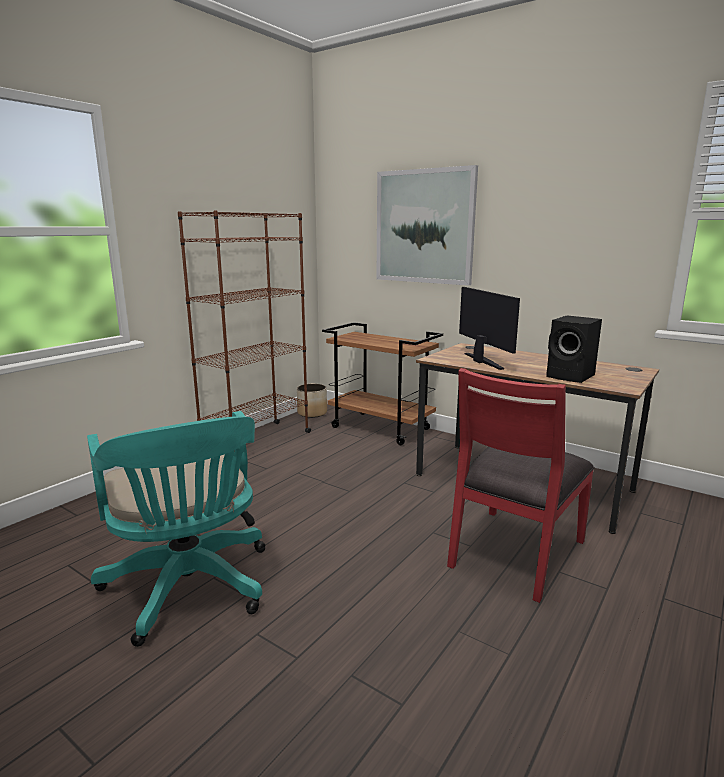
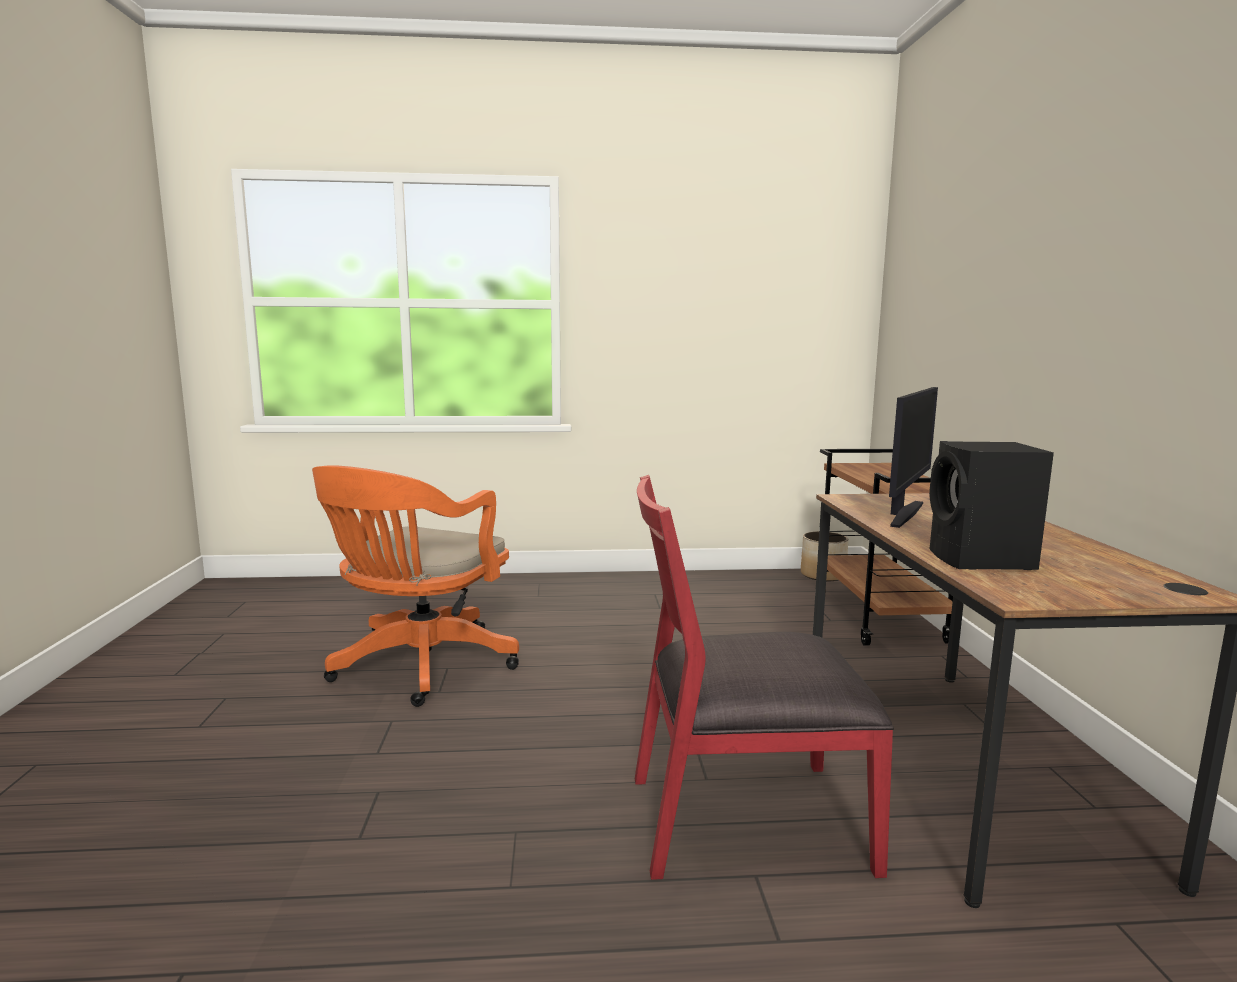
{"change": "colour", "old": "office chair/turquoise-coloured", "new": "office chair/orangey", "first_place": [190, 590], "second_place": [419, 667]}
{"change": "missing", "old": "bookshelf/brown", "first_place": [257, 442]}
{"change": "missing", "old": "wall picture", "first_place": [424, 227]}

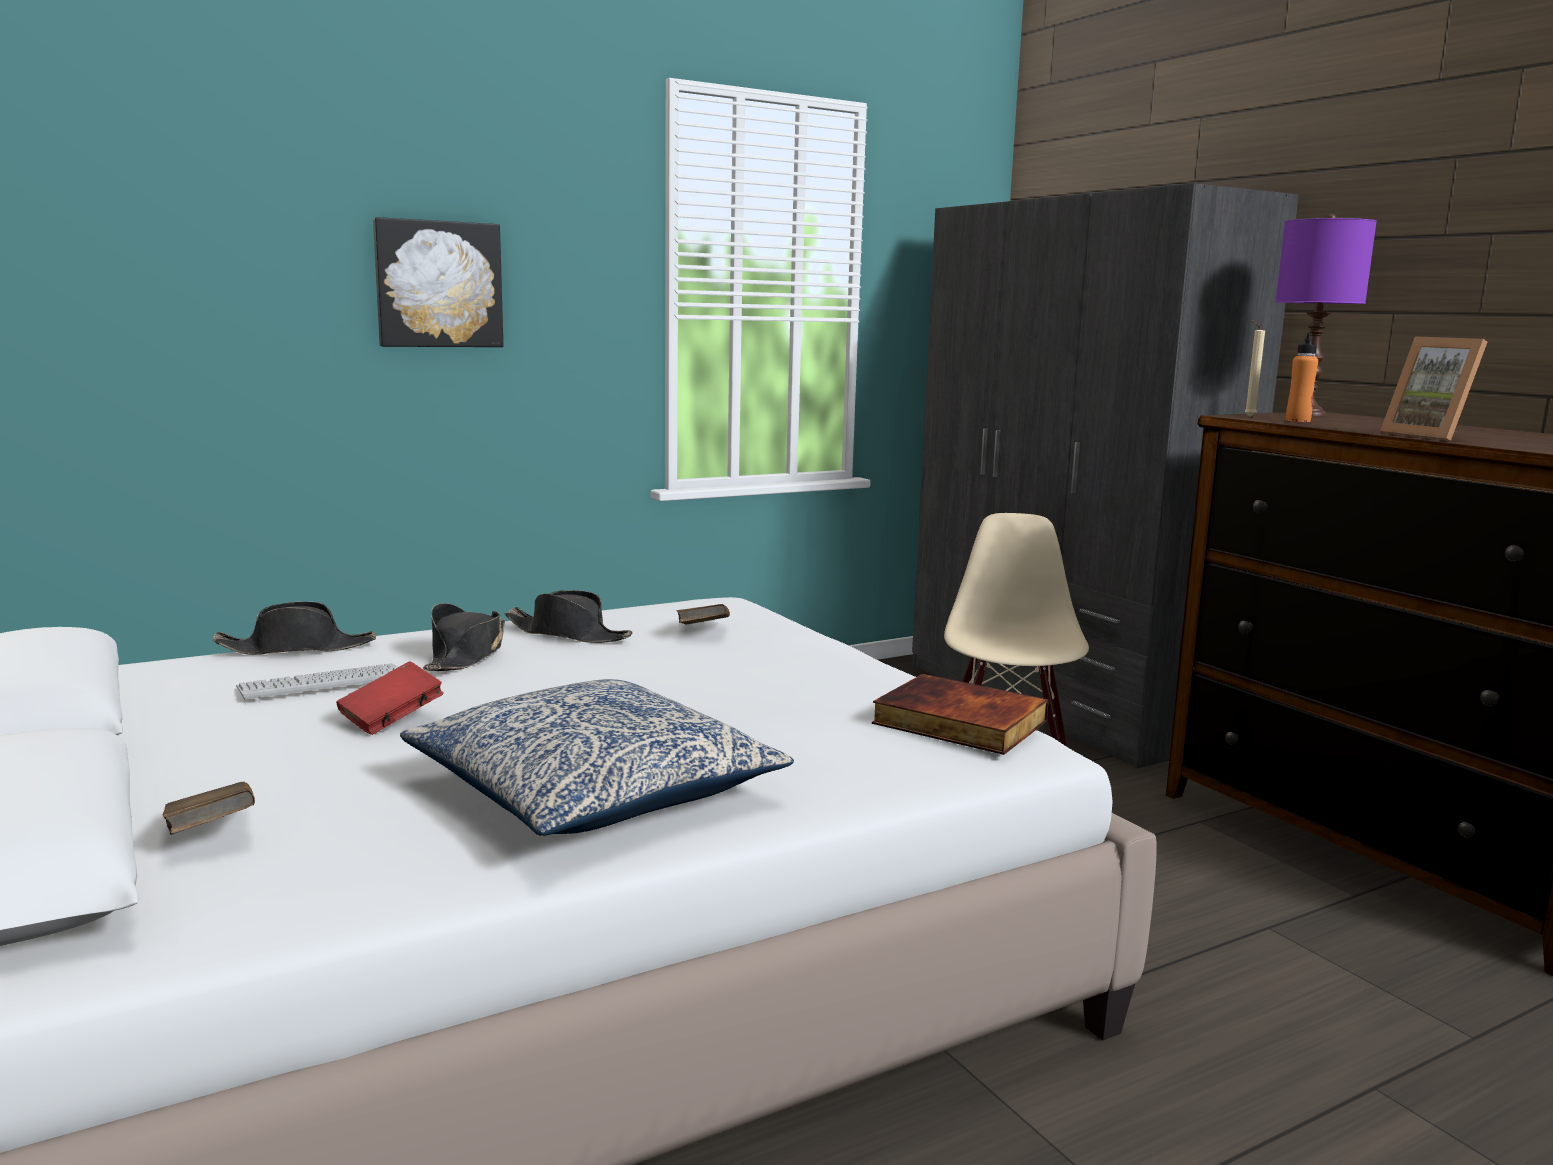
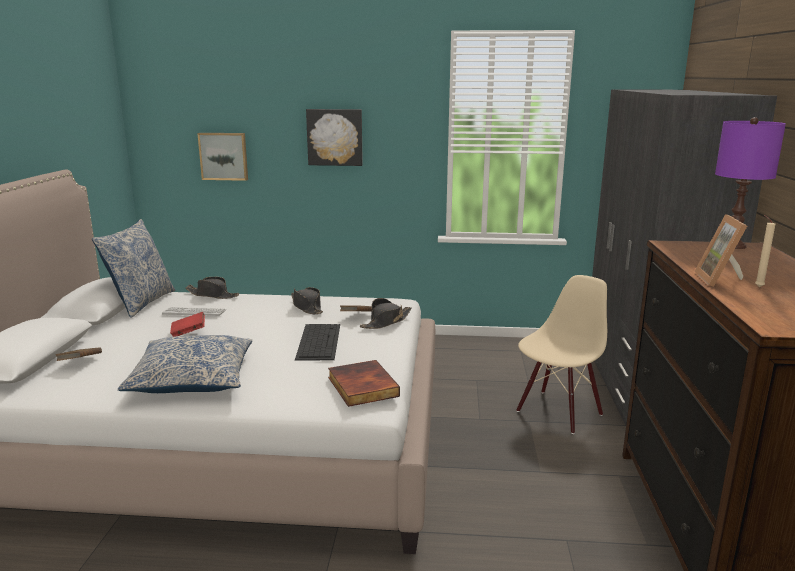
{"change": "appeared", "new": "pillow", "second_place": [141, 303]}
{"change": "appeared", "new": "wall picture", "second_place": [224, 156]}
{"change": "appeared", "new": "computer keyboard", "second_place": [318, 341]}
{"change": "relocated", "old": "clothing hat/black", "first_place": [466, 655], "second_place": [386, 322]}
{"change": "relocated", "old": "wax candle/sand-coloured", "first_place": [1247, 416], "second_place": [757, 287]}
{"change": "missing", "old": "drink bottle/orangey", "first_place": [1298, 421]}

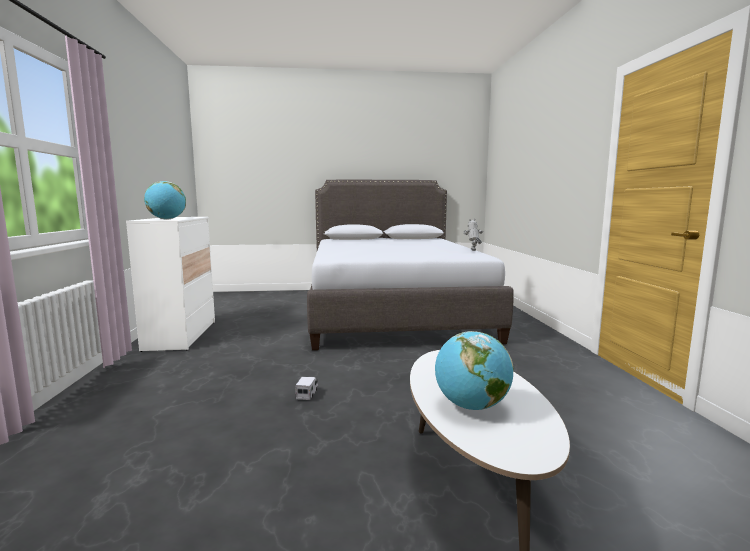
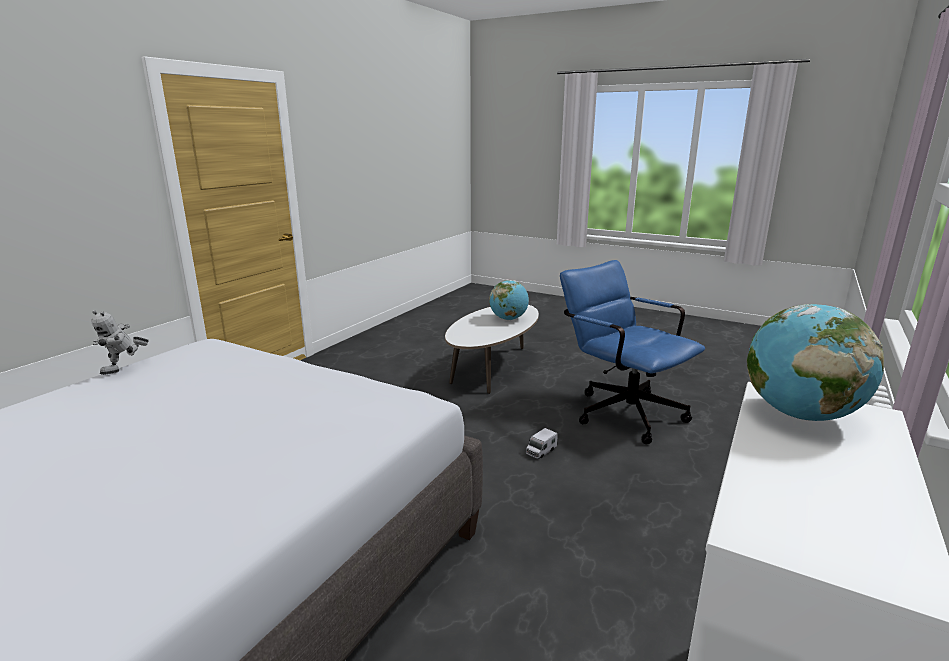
{"change": "appeared", "new": "office chair/blue", "second_place": [621, 410]}

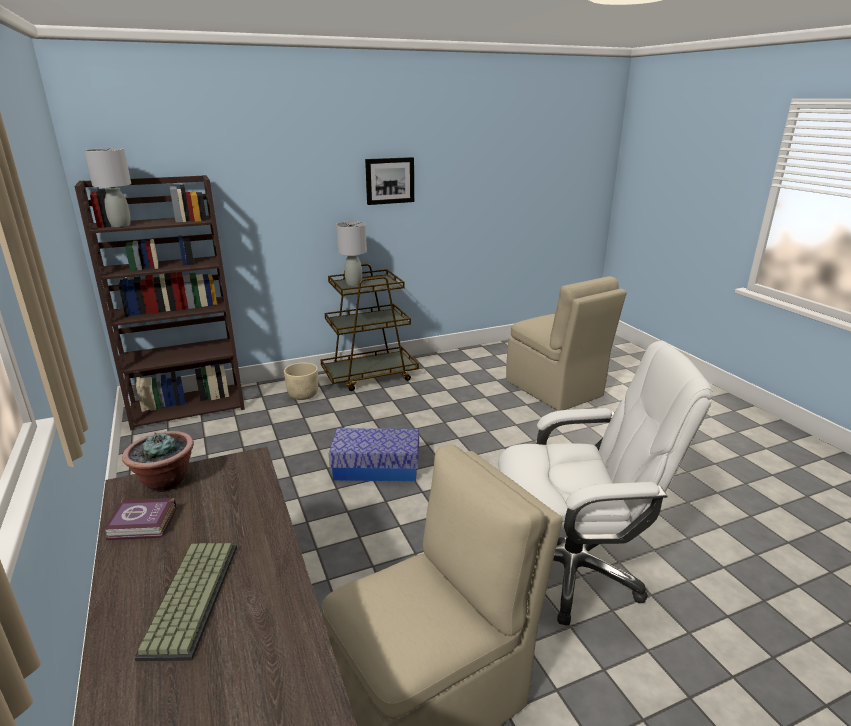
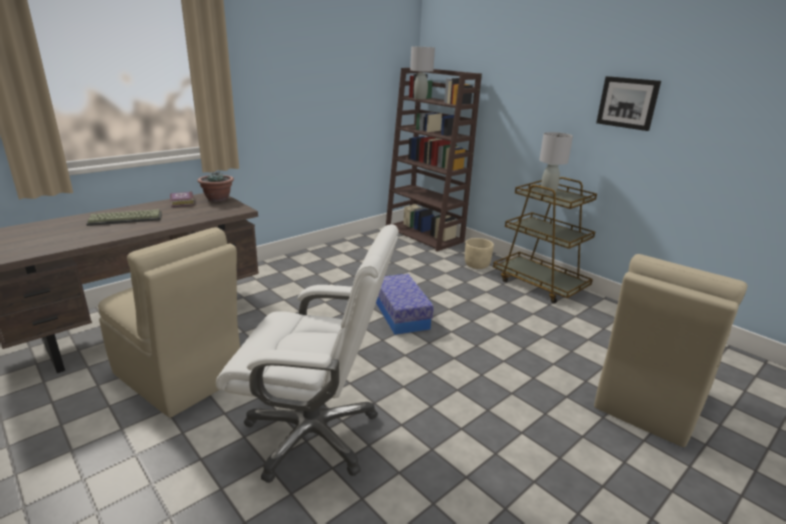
{"change": "spun", "old": "office chair/whitish", "first_place": [572, 568], "second_place": [313, 434], "degrees": -60}

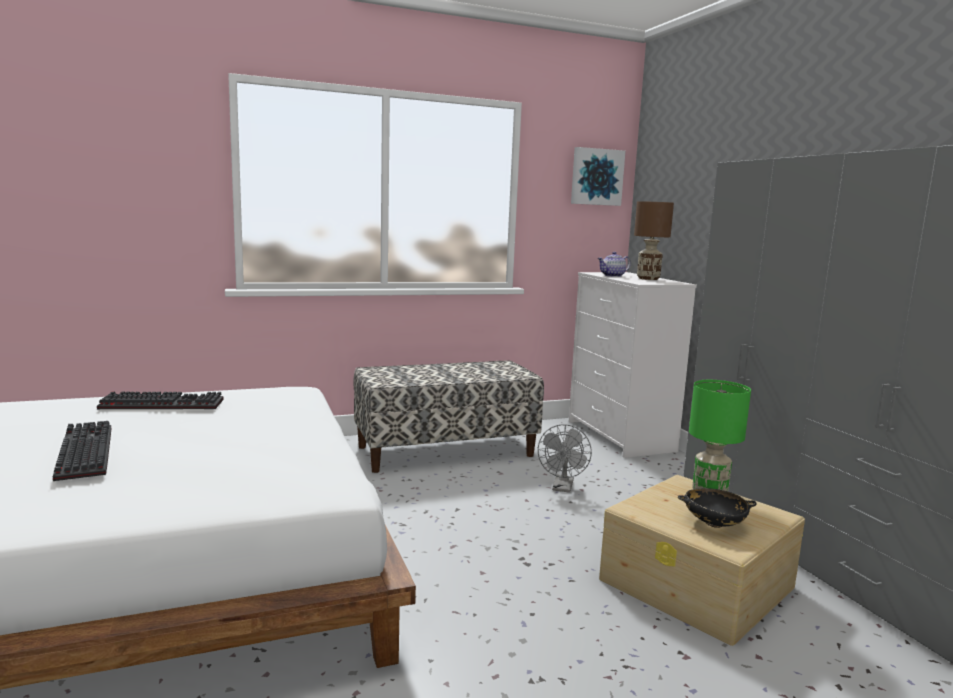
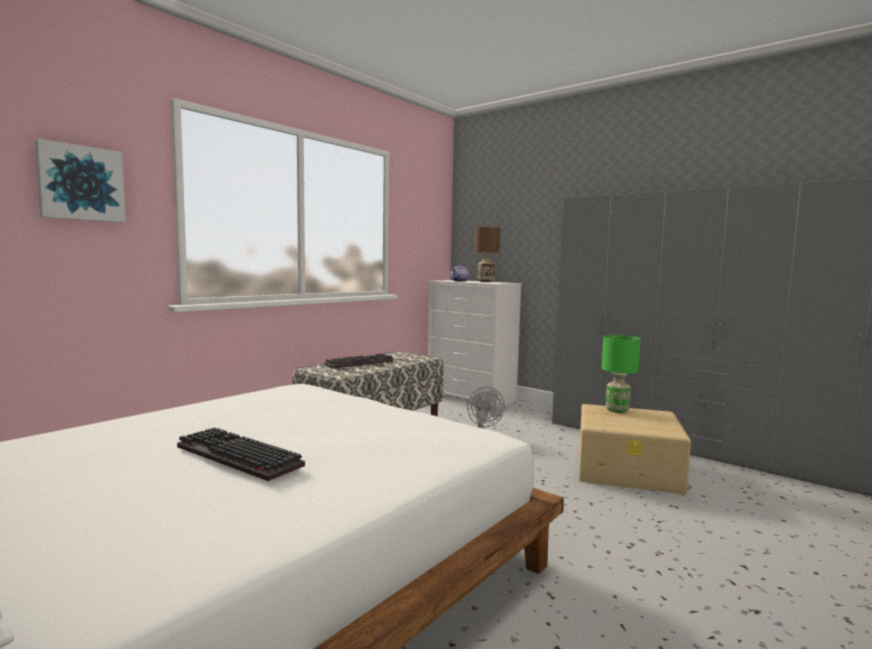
{"change": "relocated", "old": "wall picture", "first_place": [596, 177], "second_place": [81, 183]}
{"change": "relocated", "old": "computer keyboard", "first_place": [165, 404], "second_place": [359, 363]}
{"change": "missing", "old": "serving bowl/black", "first_place": [714, 523]}

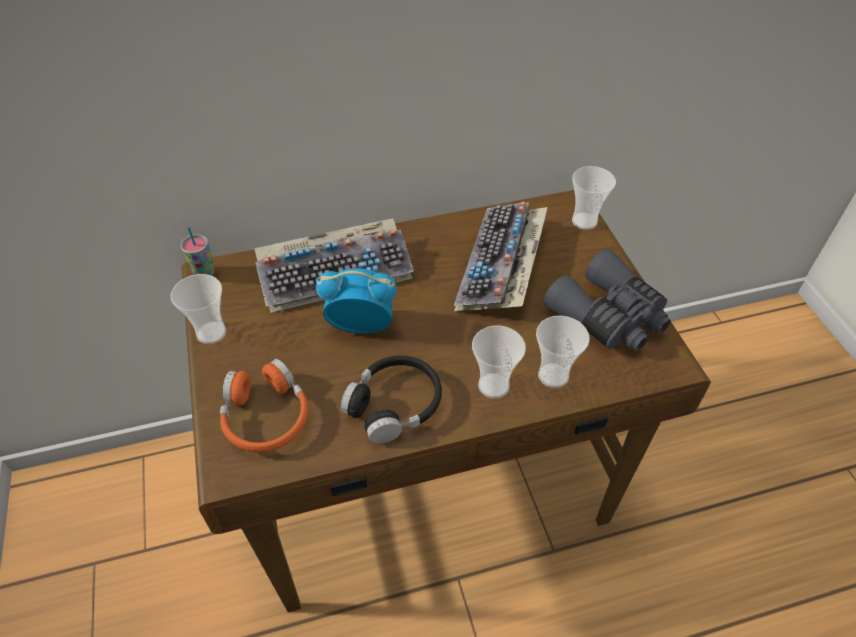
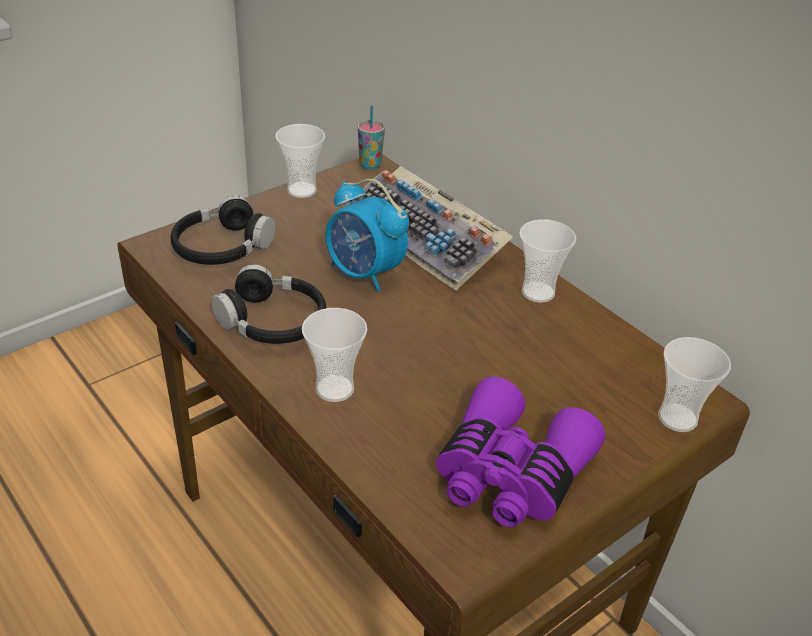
{"change": "colour", "old": "headset/orangey", "new": "headset/black", "first_place": [266, 416], "second_place": [222, 247]}
{"change": "spun", "old": "table clock", "first_place": [361, 325], "second_place": [364, 273], "degrees": 150}
{"change": "colour", "old": "field glasses/greyish", "new": "field glasses/purple", "first_place": [609, 316], "second_place": [509, 474]}
{"change": "relocated", "old": "small cup", "first_place": [553, 375], "second_place": [538, 292]}
{"change": "missing", "old": "computer keyboard", "first_place": [501, 268]}

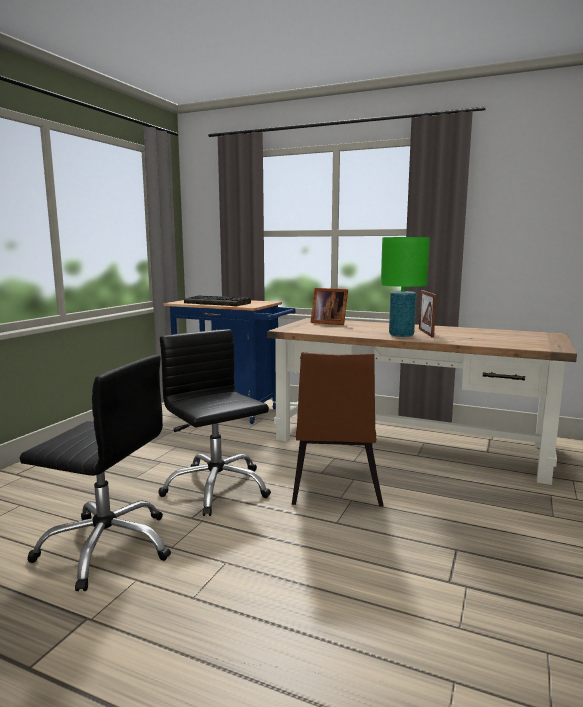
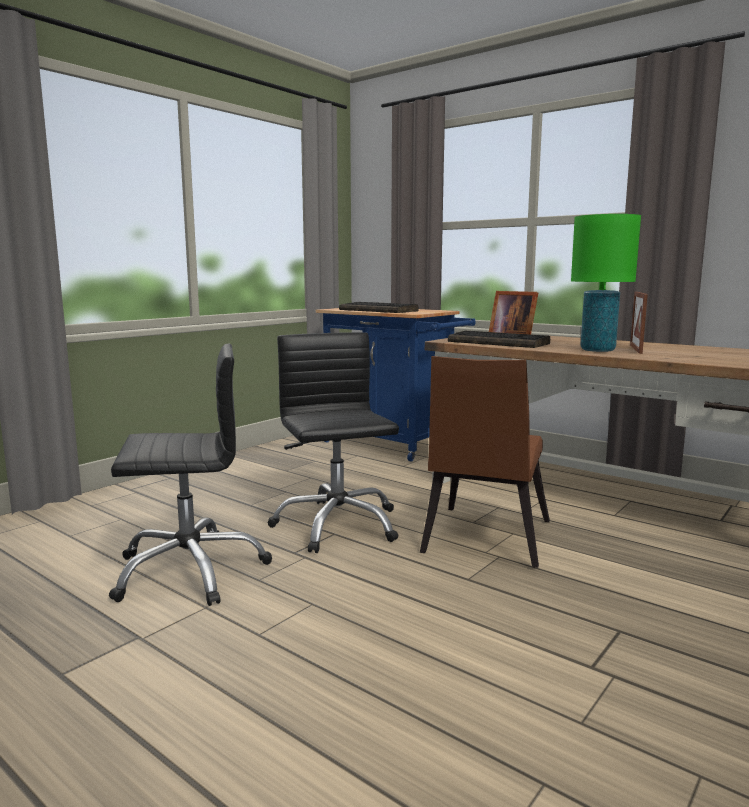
{"change": "spun", "old": "office chair/black", "first_place": [107, 547], "second_place": [190, 570], "degrees": -45}
{"change": "appeared", "new": "computer keyboard", "second_place": [499, 342]}

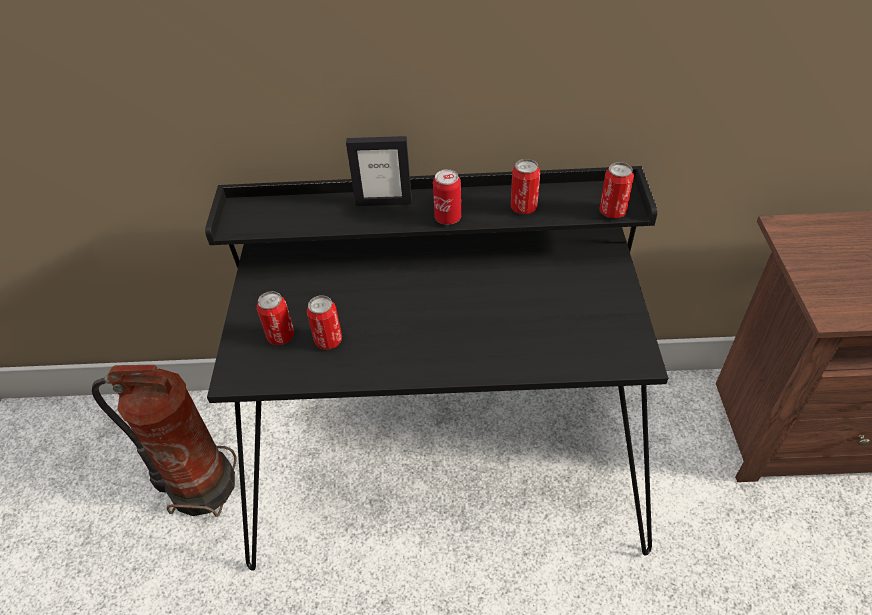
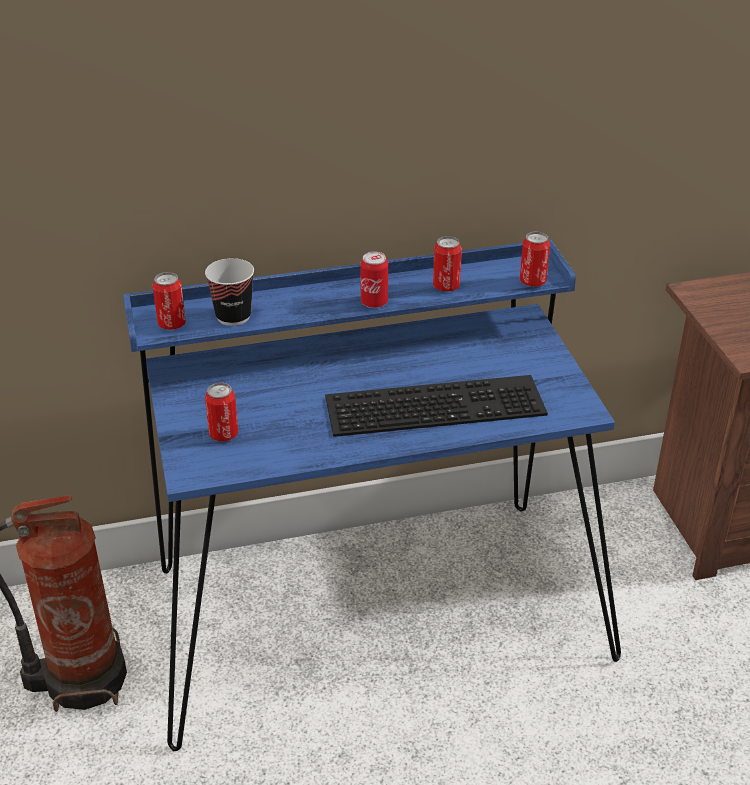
{"change": "colour", "old": "desk/black", "new": "desk/blue", "first_place": [444, 461], "second_place": [372, 609]}
{"change": "relocated", "old": "metal can", "first_place": [328, 340], "second_place": [171, 324]}
{"change": "appeared", "new": "small cup", "second_place": [233, 316]}
{"change": "appeared", "new": "computer keyboard", "second_place": [436, 403]}
{"change": "missing", "old": "picture frame", "first_place": [383, 202]}

